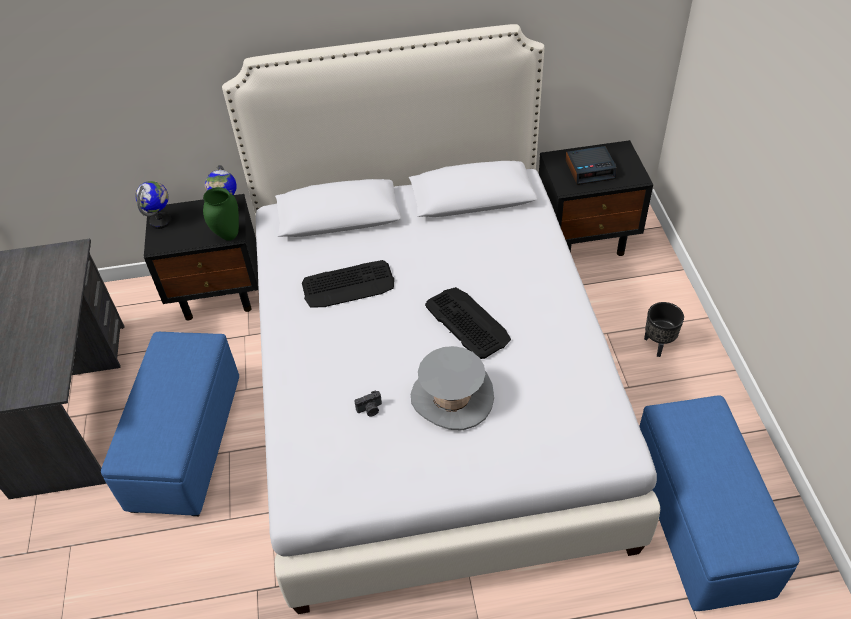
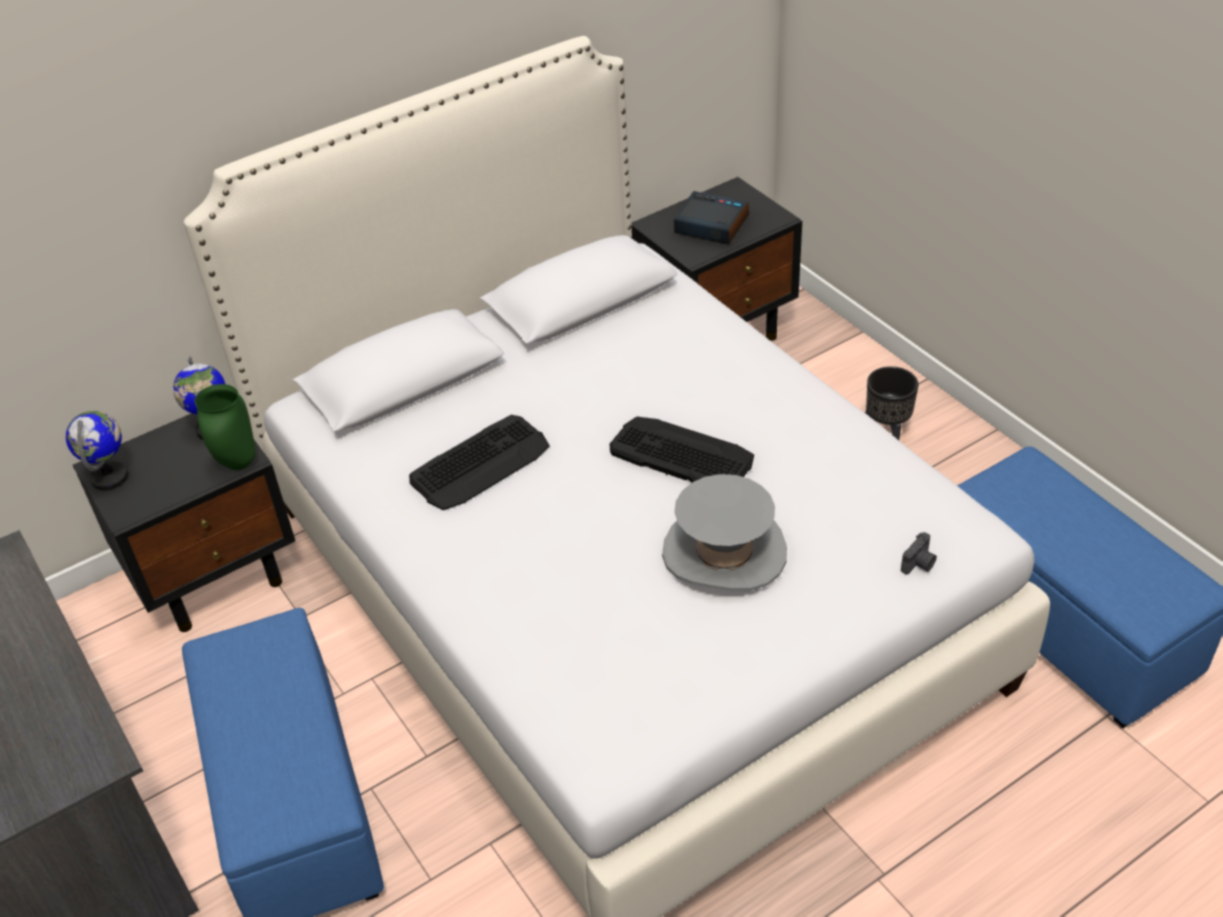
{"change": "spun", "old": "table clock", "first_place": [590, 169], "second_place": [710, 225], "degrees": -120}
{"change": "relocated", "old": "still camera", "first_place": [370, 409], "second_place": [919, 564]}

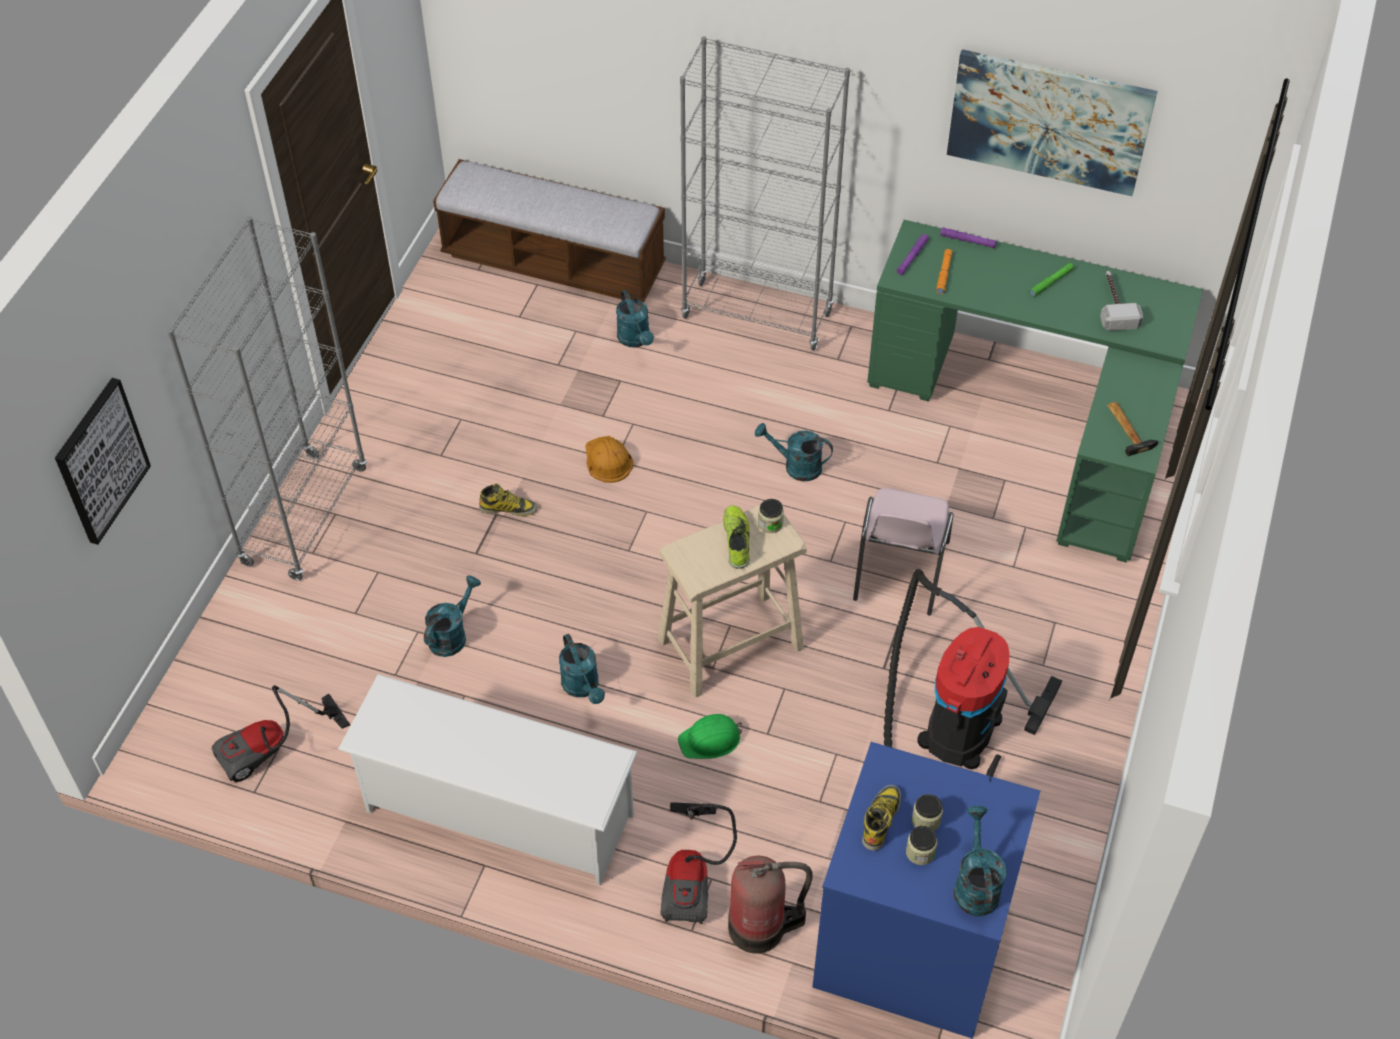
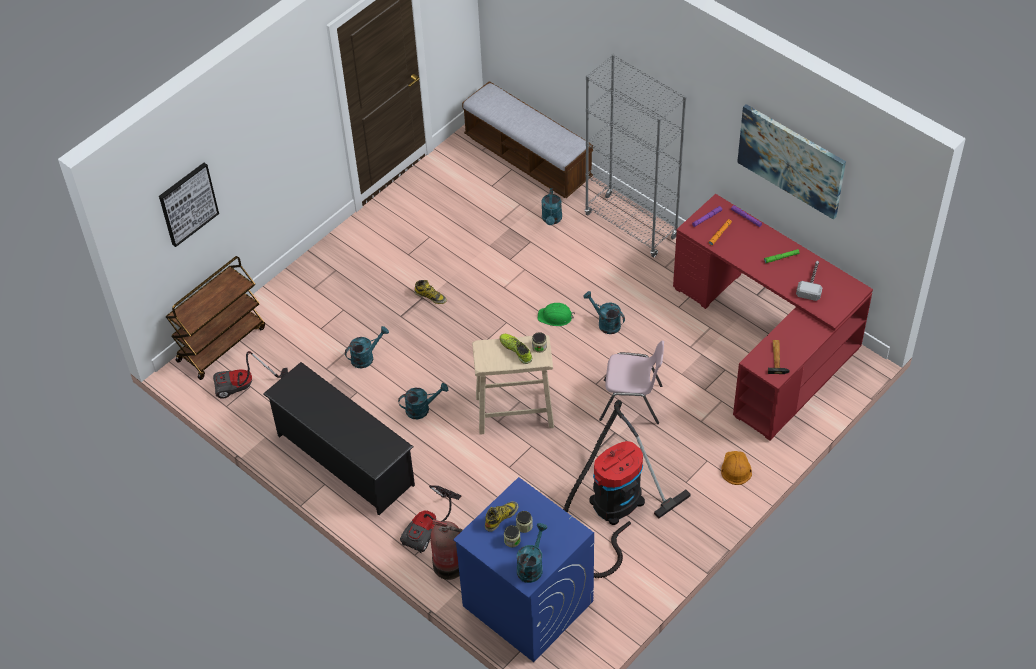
{"change": "appeared", "new": "trolley/brown", "second_place": [221, 343]}
{"change": "colour", "old": "shoe stand/whitish", "new": "shoe stand/black", "first_place": [497, 813], "second_place": [344, 459]}
{"change": "spun", "old": "watering can/turquoise-coloured", "first_place": [583, 687], "second_place": [422, 408], "degrees": -105}
{"change": "spun", "old": "low shoe", "first_place": [737, 540], "second_place": [516, 350], "degrees": -60}
{"change": "relocated", "old": "work helmet/green", "first_place": [710, 740], "second_place": [555, 316]}
{"change": "spun", "old": "chair/pink-coloured", "first_place": [899, 572], "second_place": [632, 402], "degrees": -120}
{"change": "colour", "old": "desk/green", "new": "desk/reddish", "first_place": [1042, 419], "second_place": [769, 341]}
{"change": "relocated", "old": "work helmet/orangey", "first_place": [607, 460], "second_place": [736, 468]}
{"change": "missing", "old": "bookshelf/greyish", "first_place": [305, 516]}

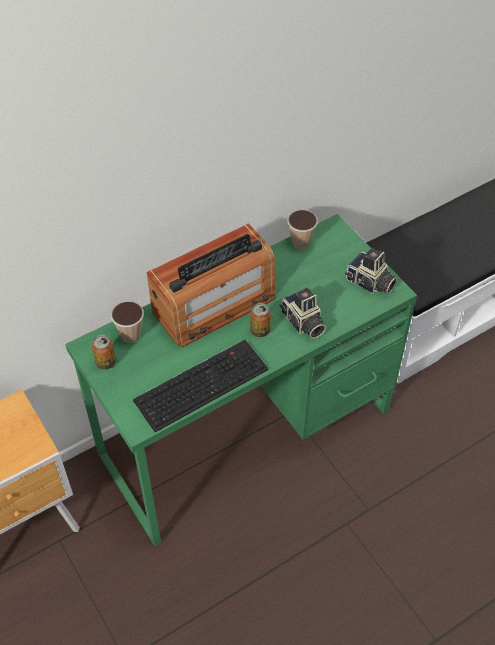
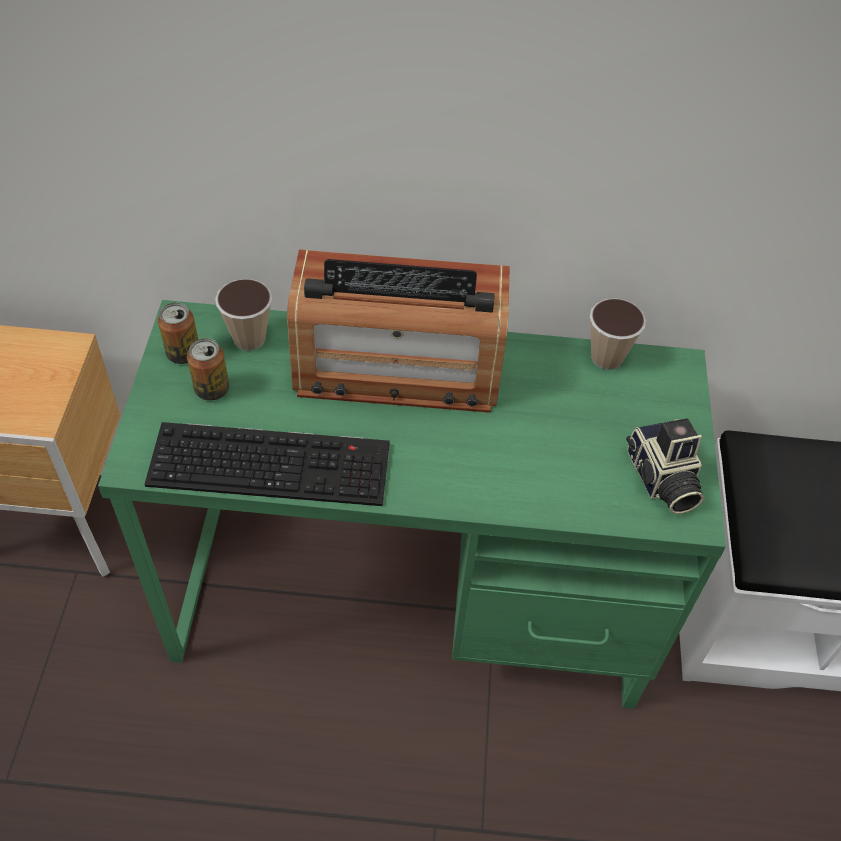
{"change": "relocated", "old": "metal can", "first_place": [260, 330], "second_place": [212, 389]}
{"change": "missing", "old": "still camera", "first_place": [302, 323]}

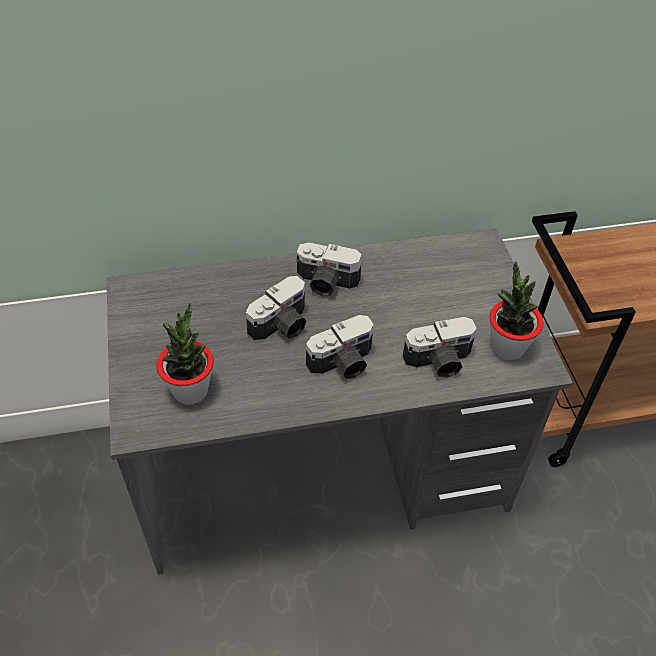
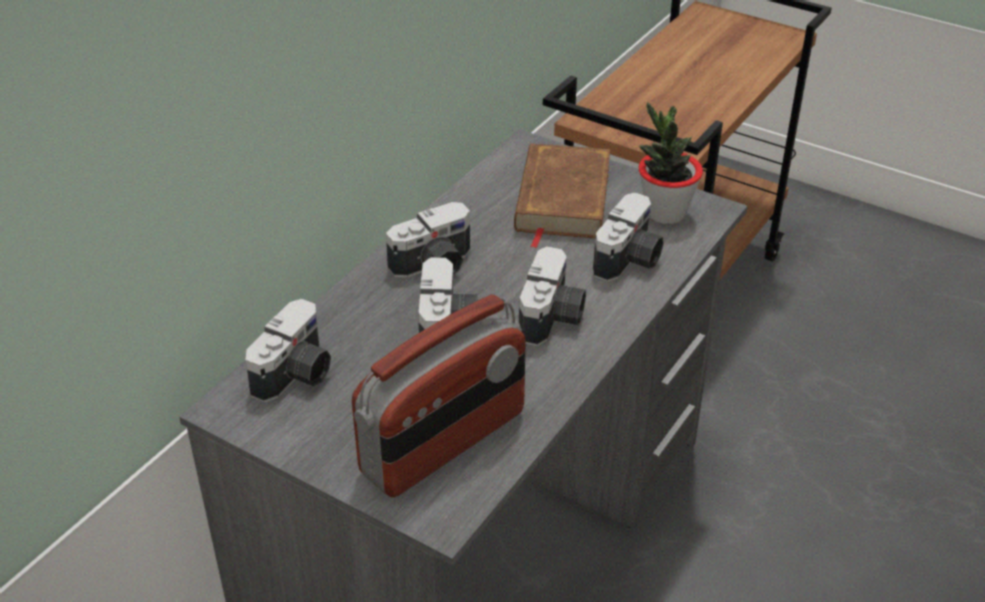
{"change": "appeared", "new": "still camera", "second_place": [297, 375]}
{"change": "exchanged", "old": "potted plant", "new": "radio receiver", "first_place": [190, 390], "second_place": [445, 443]}
{"change": "appeared", "new": "bound book/brown", "second_place": [561, 199]}

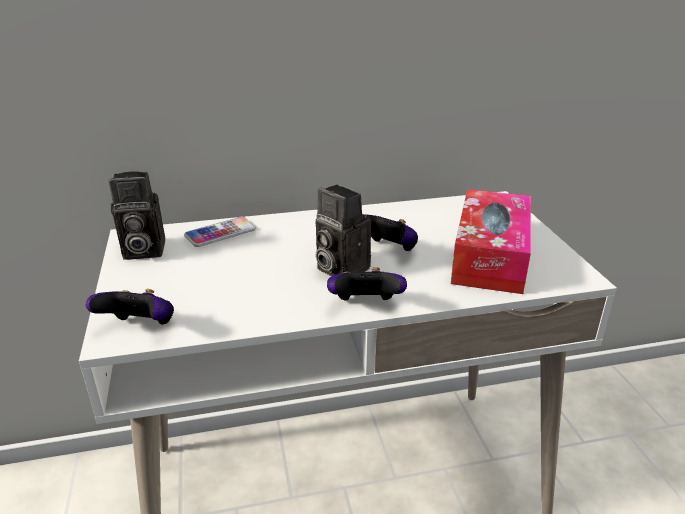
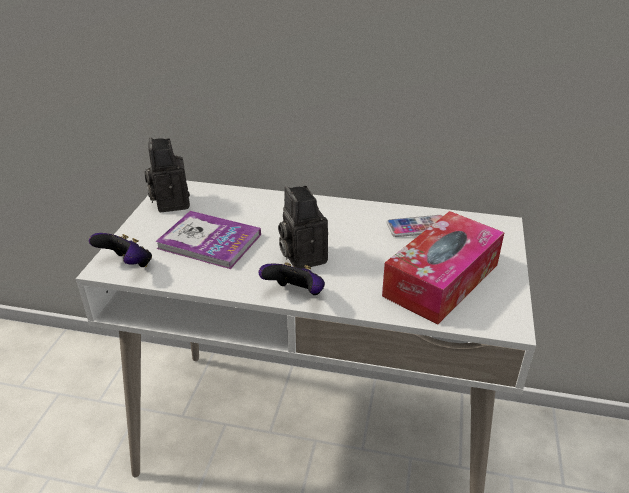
{"change": "spun", "old": "still camera", "first_place": [141, 251], "second_place": [170, 202], "degrees": 60}
{"change": "appeared", "new": "bound book", "second_place": [209, 241]}
{"change": "relocated", "old": "phone", "first_place": [220, 233], "second_place": [418, 227]}
{"change": "missing", "old": "game controller", "first_place": [388, 250]}

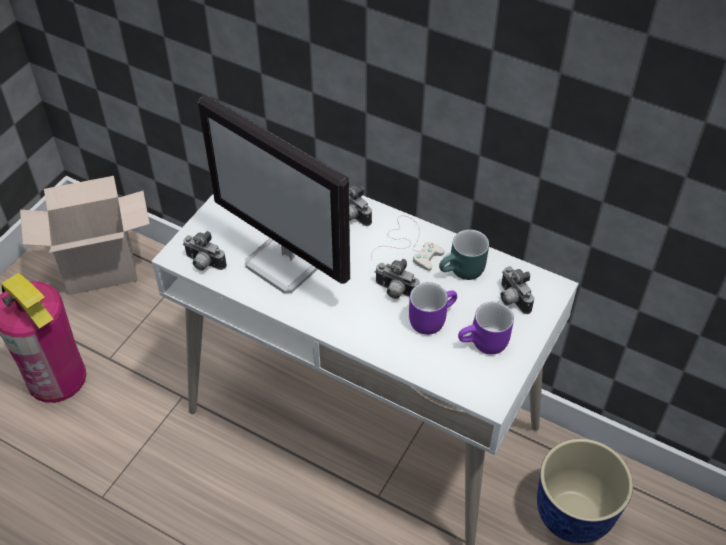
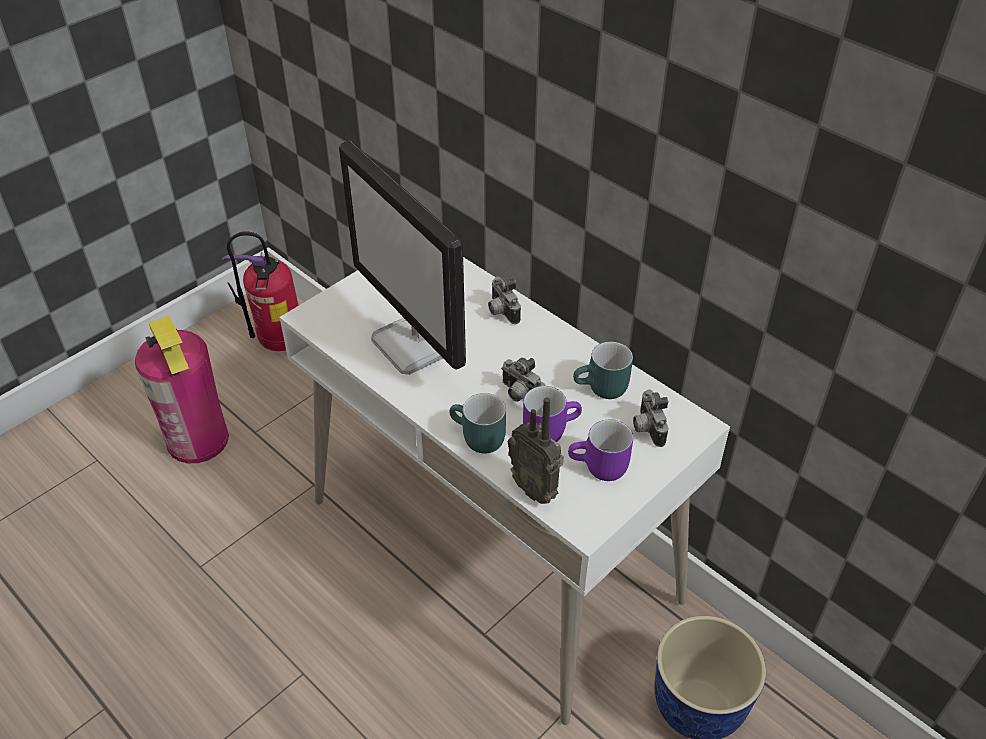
{"change": "exchanged", "old": "carton", "new": "fire-fighting cylinder", "first_place": [103, 268], "second_place": [279, 344]}
{"change": "appeared", "new": "mug/turquoise-coloured", "second_place": [476, 439]}
{"change": "appeared", "new": "radio receiver", "second_place": [536, 488]}
{"change": "missing", "old": "still camera", "first_place": [203, 264]}
{"change": "missing", "old": "game controller/whitish", "first_place": [409, 245]}

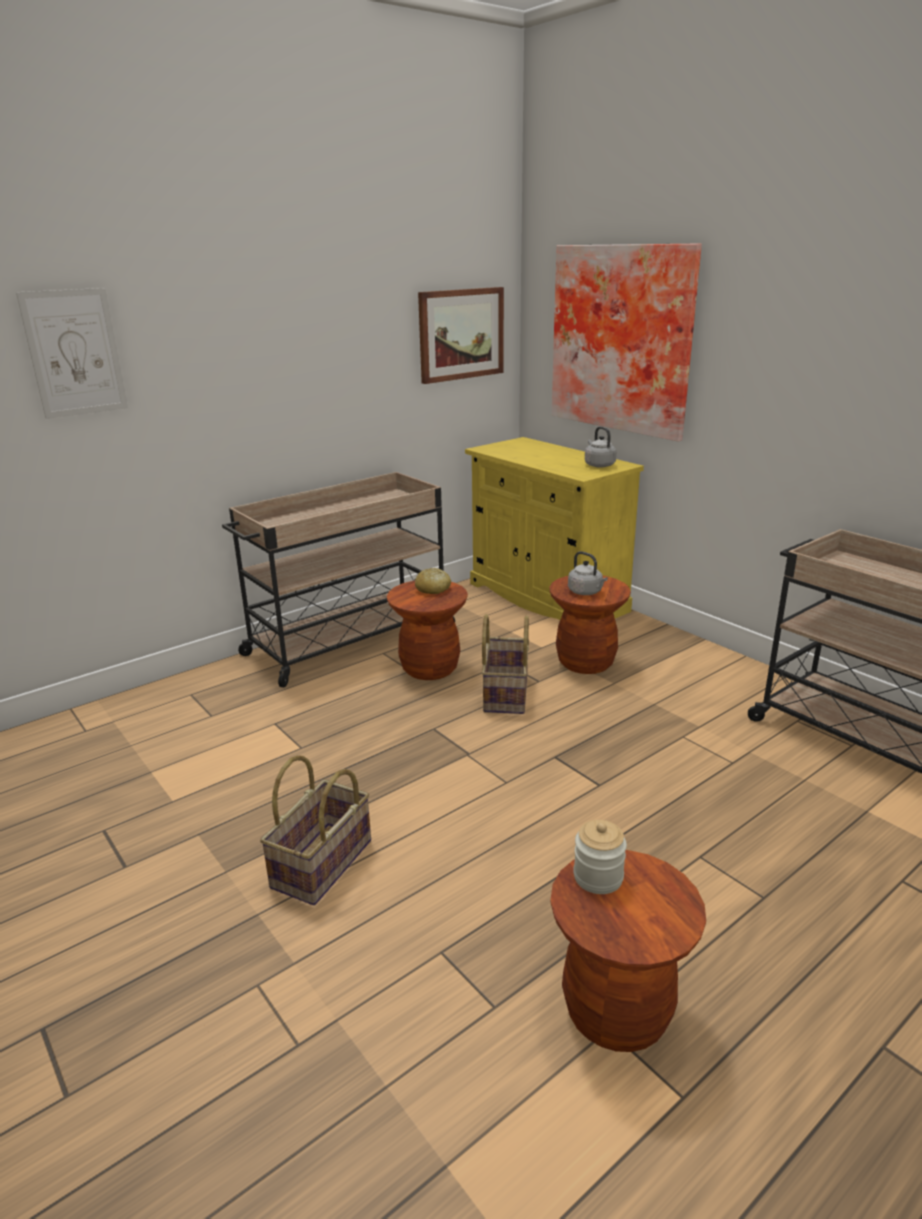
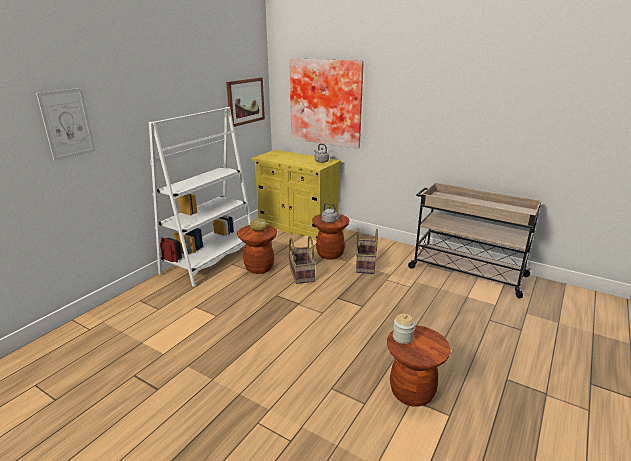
{"change": "exchanged", "old": "trolley/sand-coloured", "new": "bookshelf/whitish", "first_place": [348, 641], "second_place": [210, 260]}
{"change": "relocated", "old": "basket", "first_place": [323, 864], "second_place": [366, 265]}

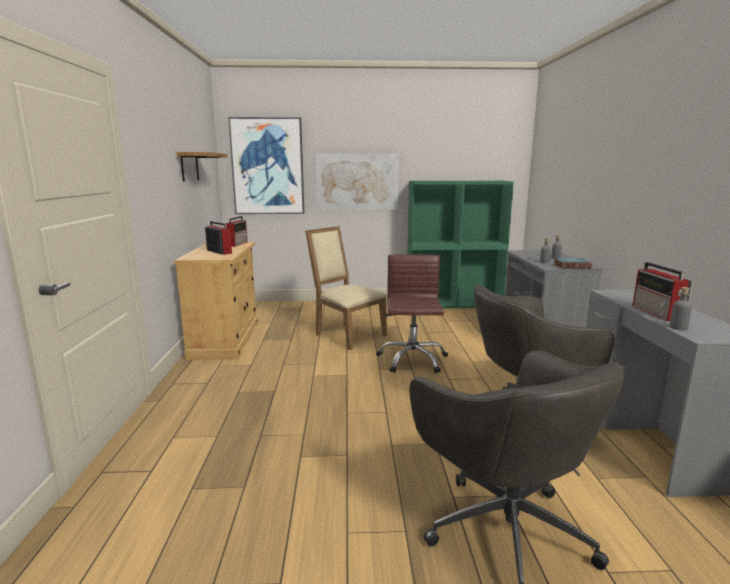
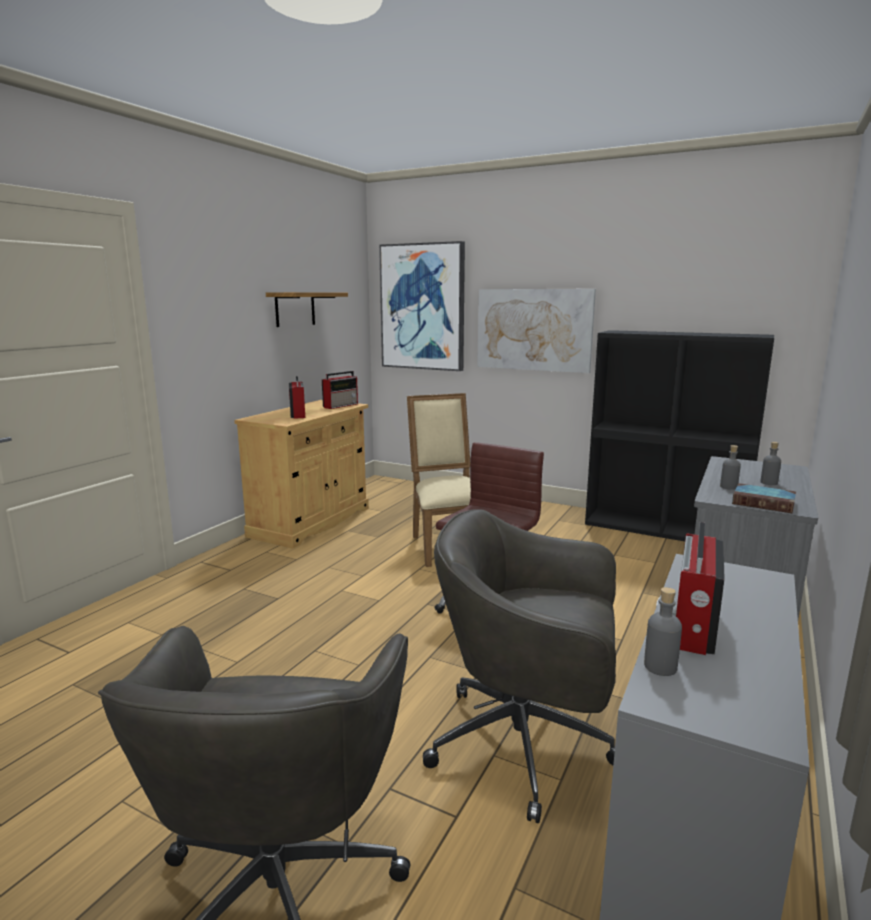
{"change": "colour", "old": "bookshelf/green", "new": "bookshelf/black", "first_place": [454, 303], "second_place": [665, 529]}

